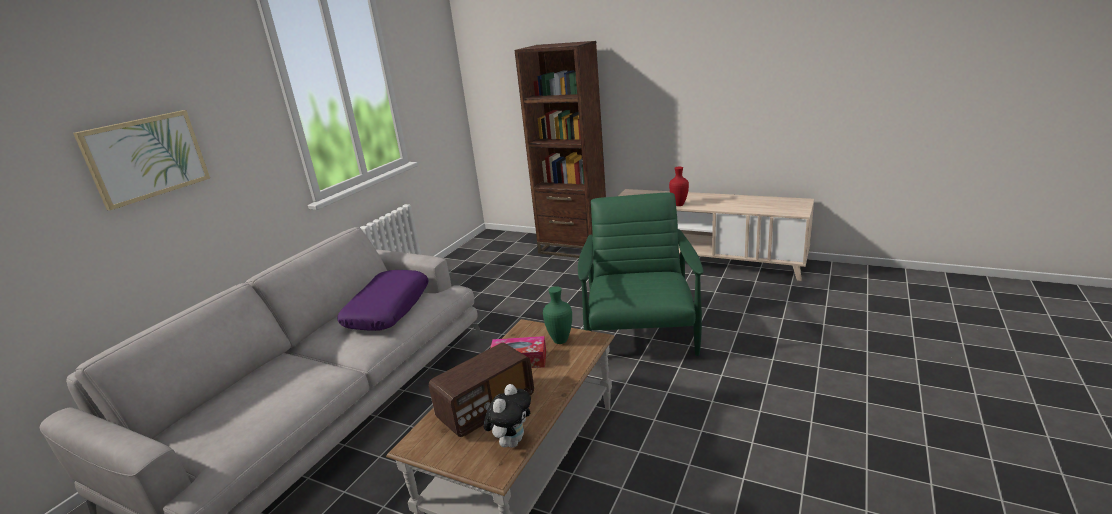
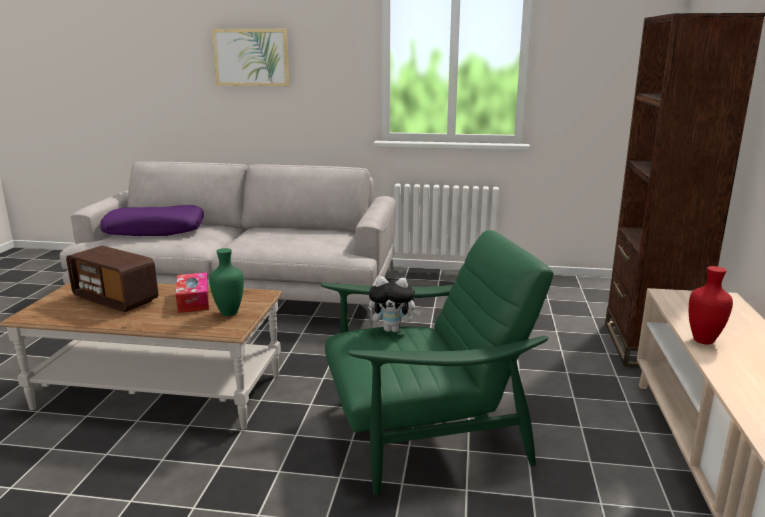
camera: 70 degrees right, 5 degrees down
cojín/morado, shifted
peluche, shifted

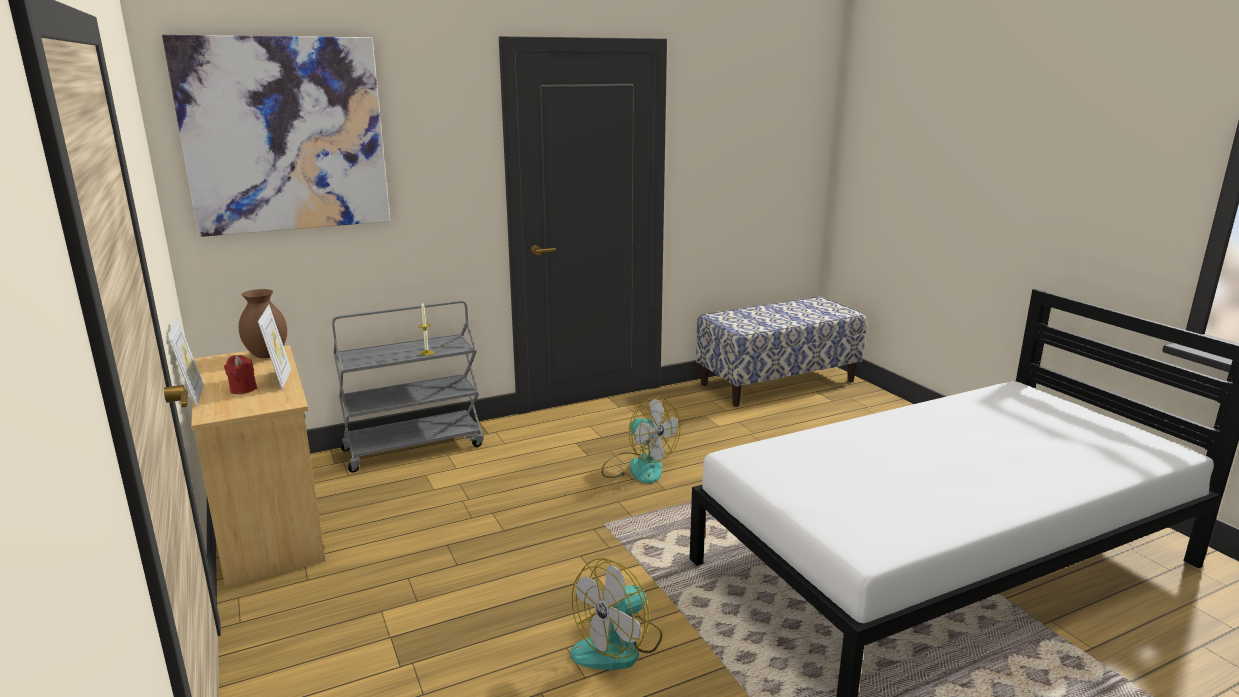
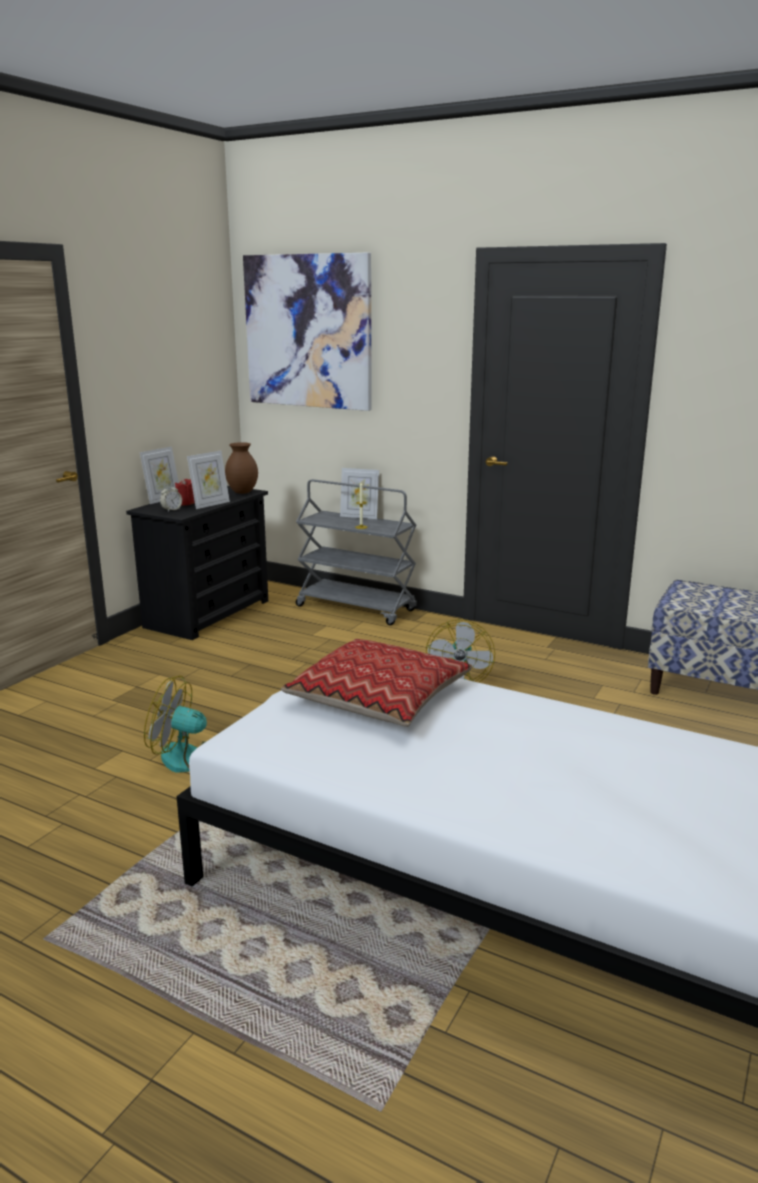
camera: 55 degrees right, 0 degrees up
cómoda/beis -> cómoda/negro
none -> despertador
none -> cojín
none -> portarretratos (no. 3 from left)

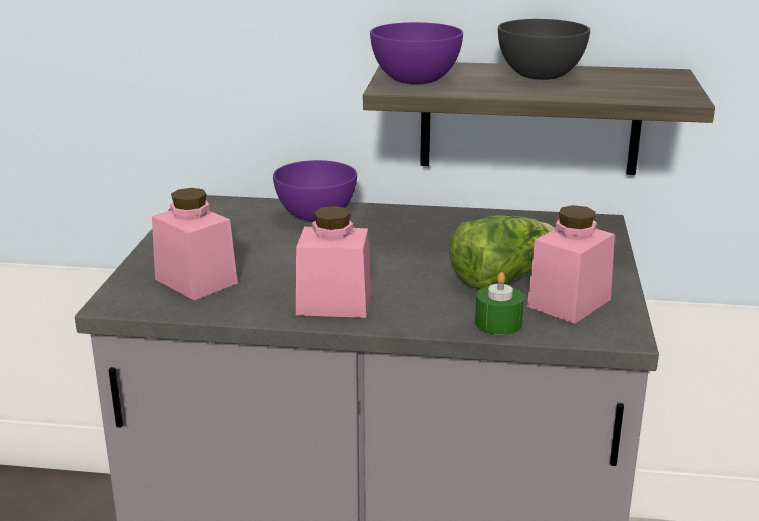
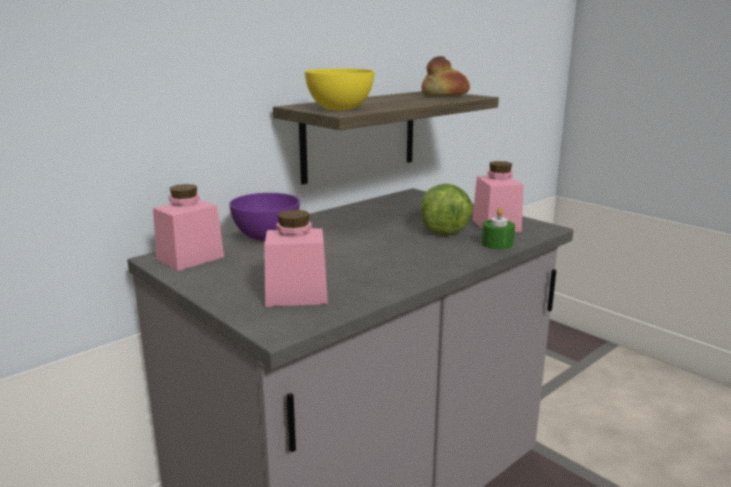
camera: 50 degrees left, 5 degrees down
tarro/rosa (no. 2 from left in the first image) -> tarro/rosa (no. 1 from left), shifted
cuenco/morado (no. 2 from left) -> cuenco/amarillo
none -> pan
cuenco/gris -> none

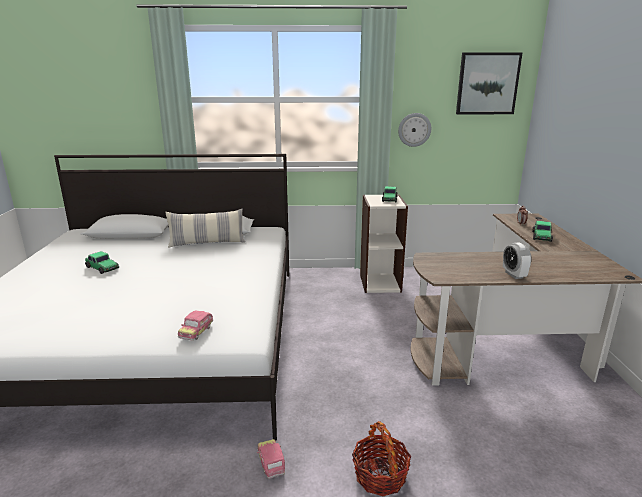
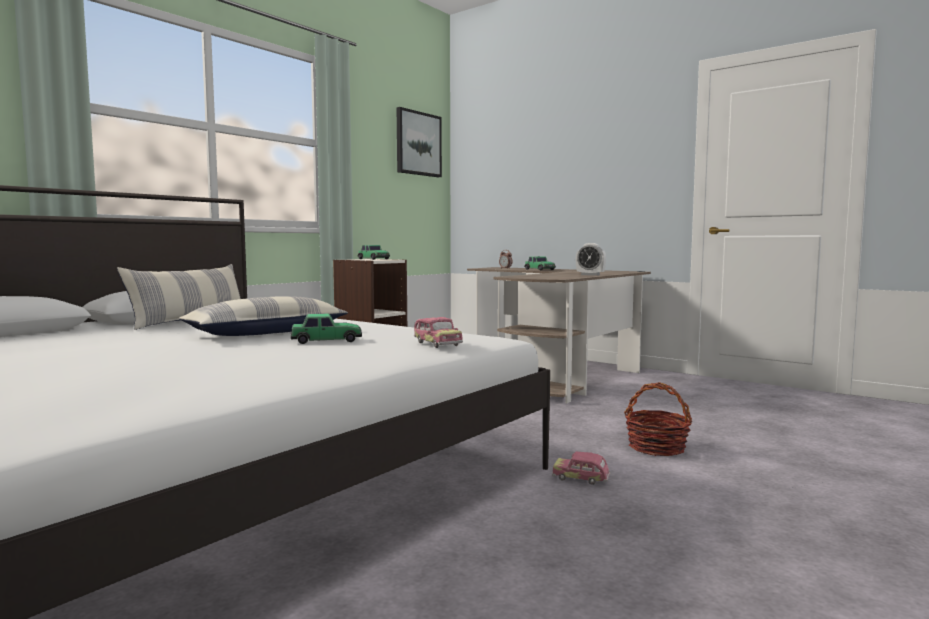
camera: 50 degrees left, 15 degrees down
none -> cojín (no. 2 from left)
coche de juguete (no. 1 from left), shifted
reloj de pared -> none

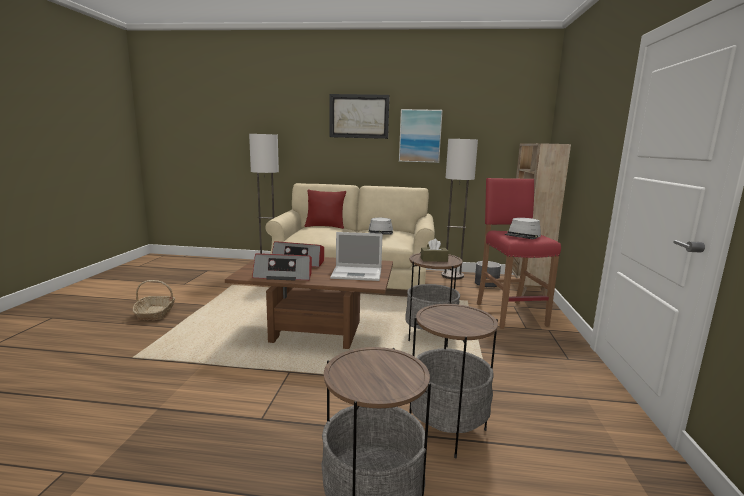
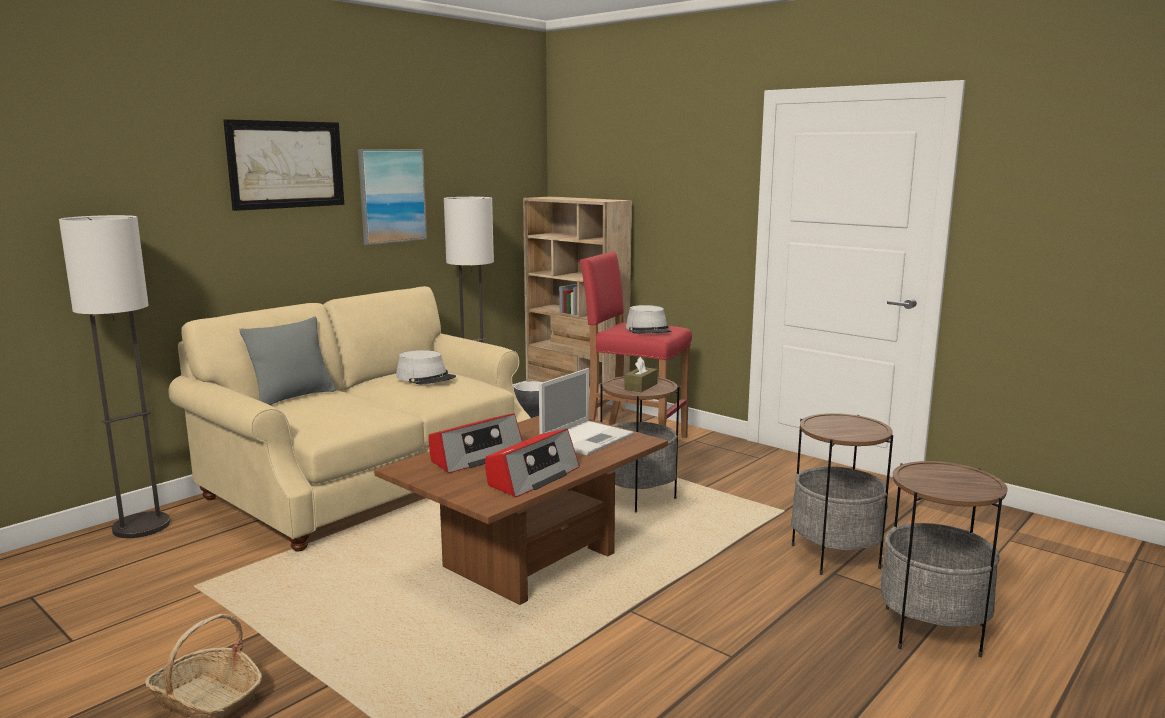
camera: 55 degrees left, 0 degrees up
cojín/rojo -> cojín/gris

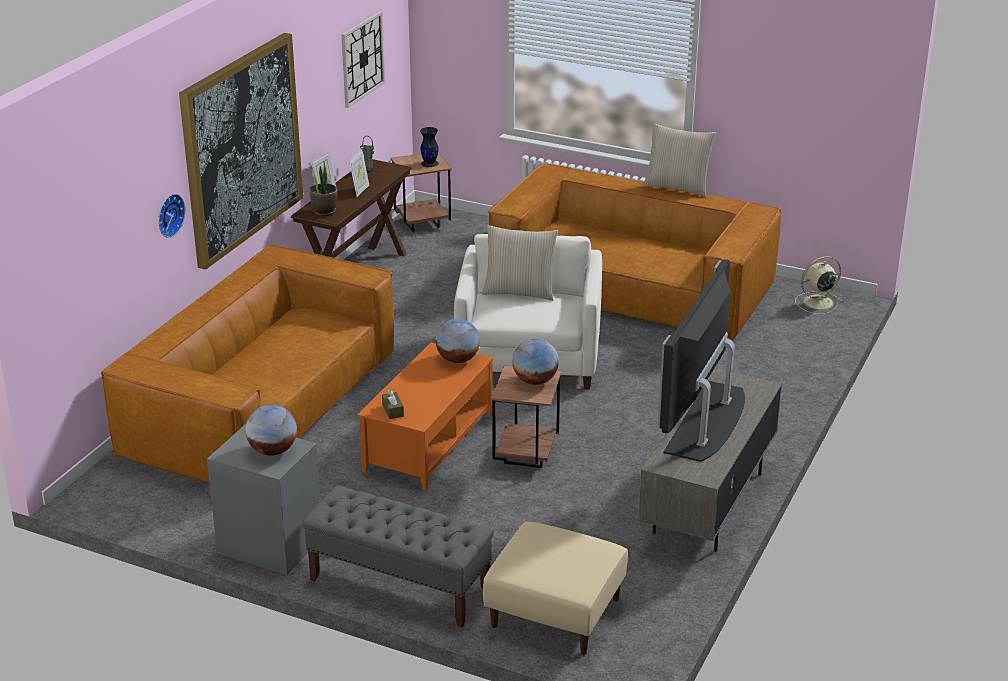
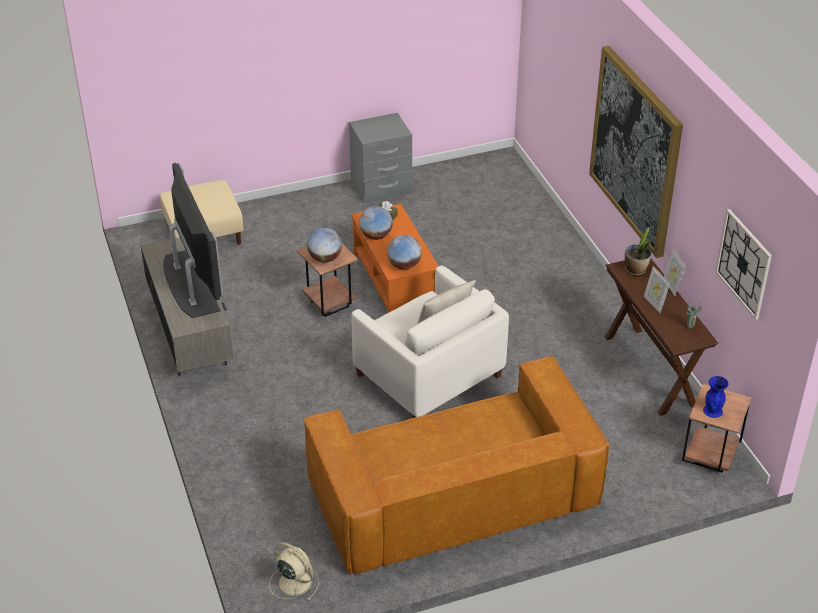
camera: 135 degrees right, 10 degrees up
ventilador/beis, 75 degrees counterclockwise
globo terráqueo (no. 1 from left in the first image) -> globo terráqueo (no. 2 from left), shifted
florero/negro -> florero/azul
sofá/marrón (no. 1 from left) -> none
reloj de pared (no. 1 from left) -> none
banco/gris -> none
cojín/beis (no. 2 from left) -> none

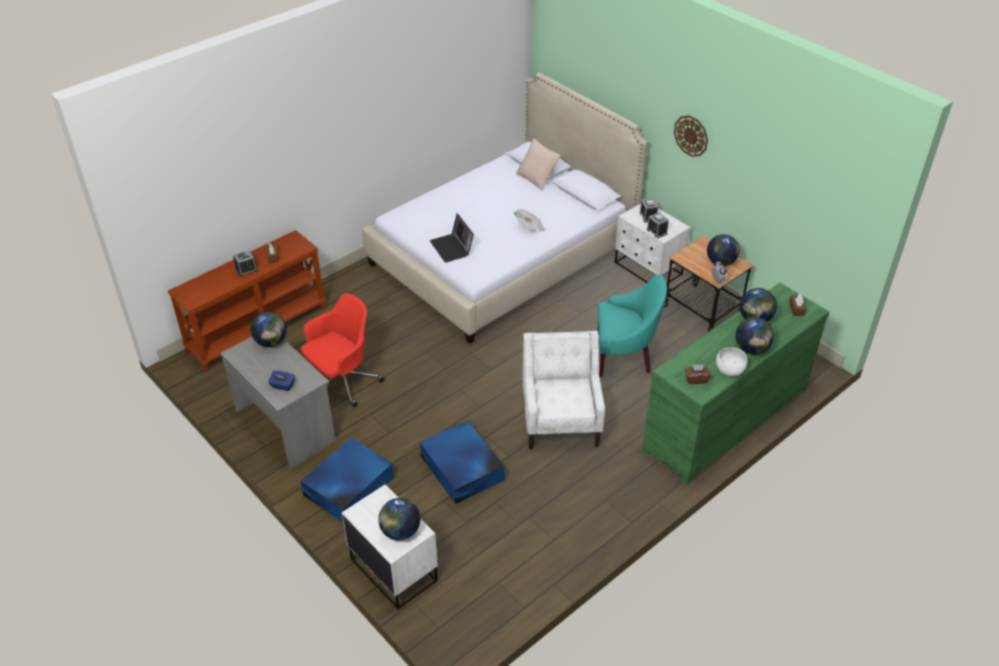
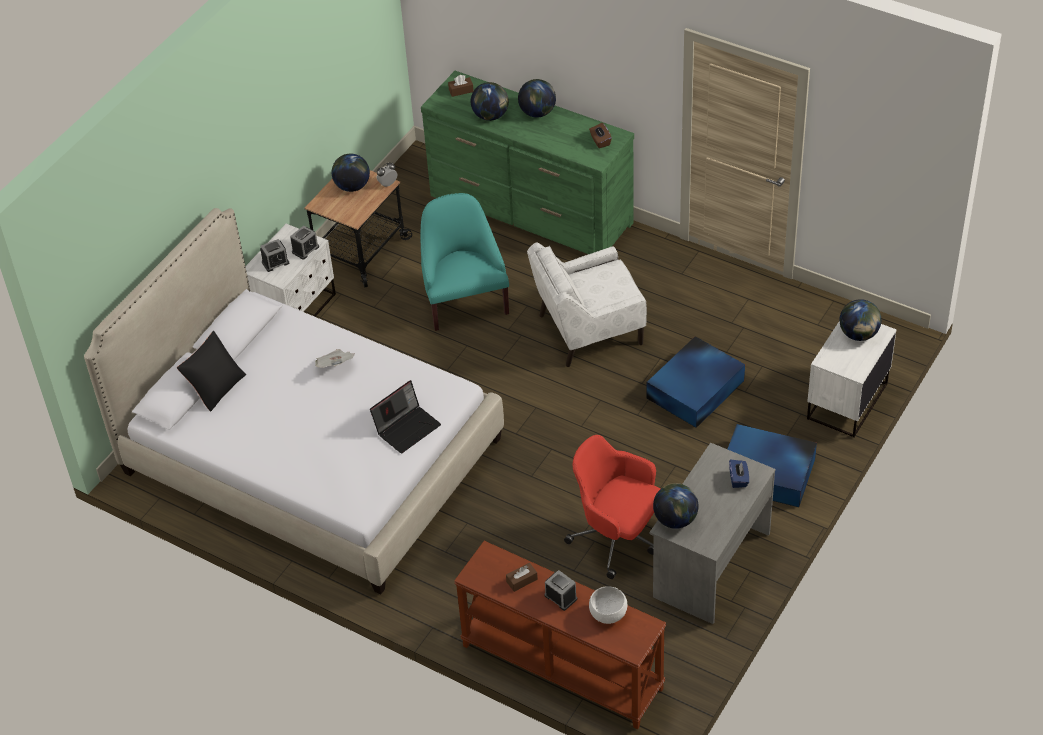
camera: 105 degrees left, 5 degrees up
cojín/beis -> cojín/negro
cuenco/blanco, shifted
reloj de pared -> none

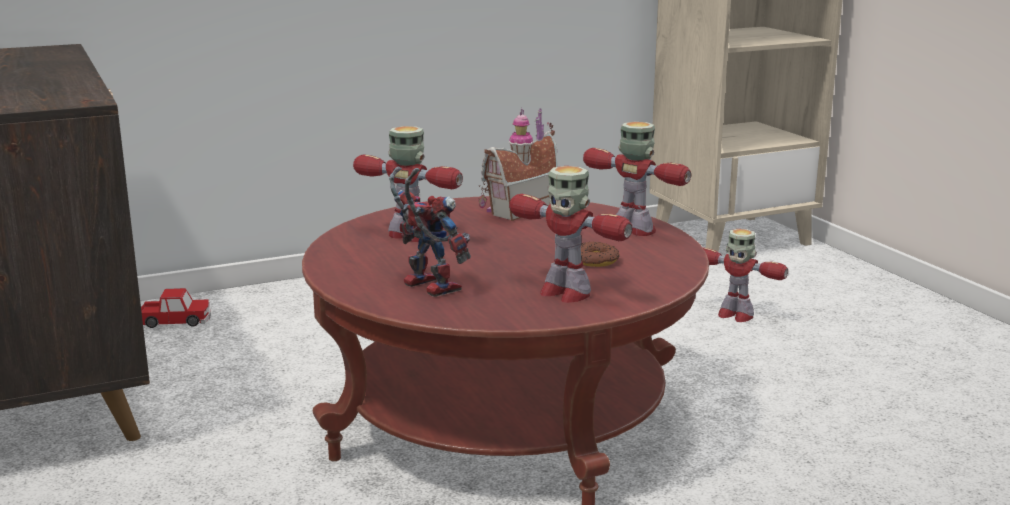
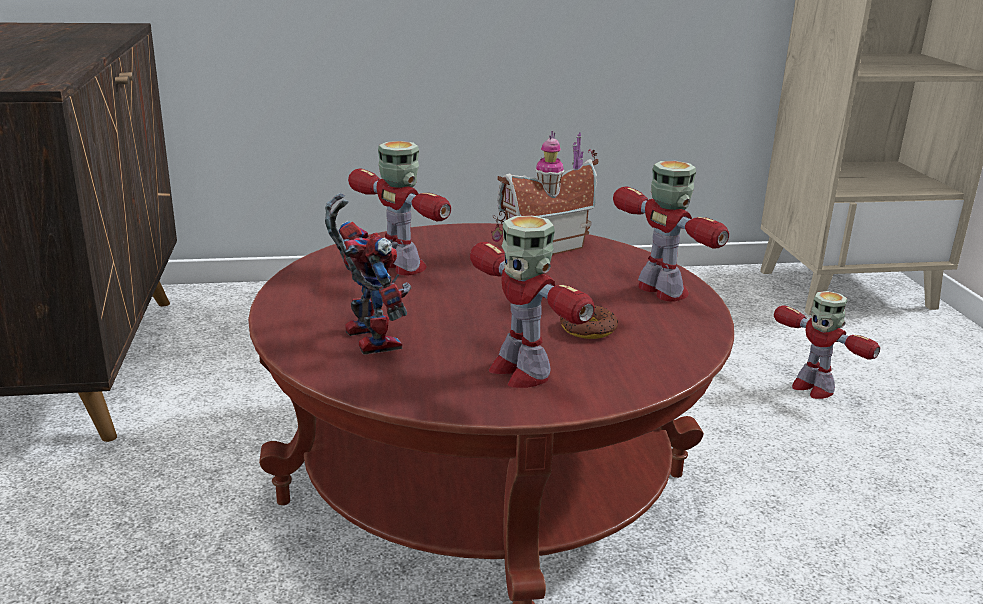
camera: 15 degrees right, 5 degrees up
coche de juguete -> none

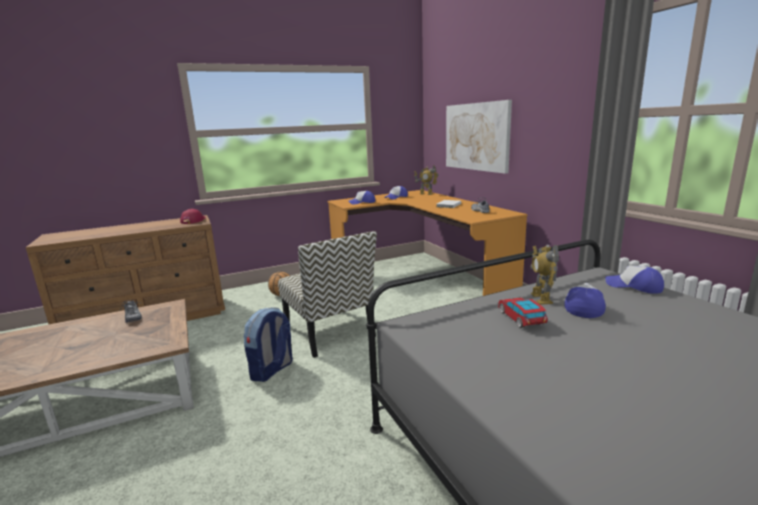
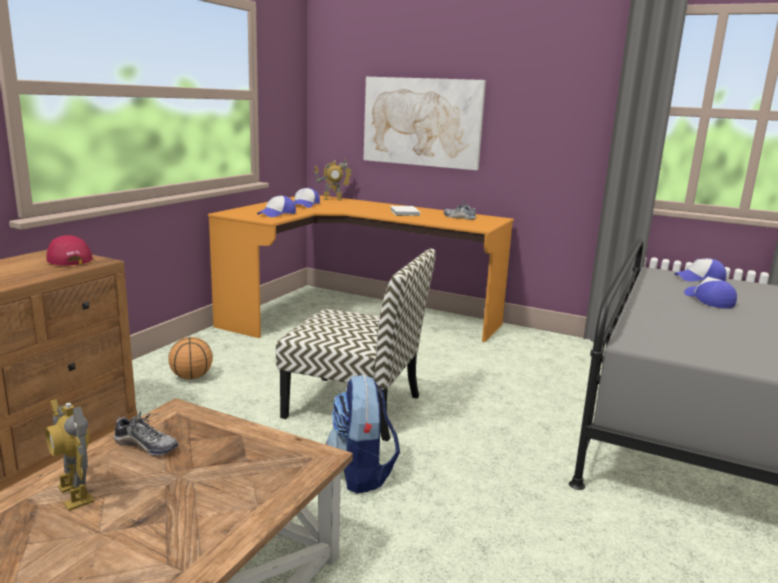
camera: 40 degrees left, 0 degrees up
robot de juguete (no. 2 from left in the first image) -> robot de juguete (no. 1 from left), shifted
coche de juguete -> none

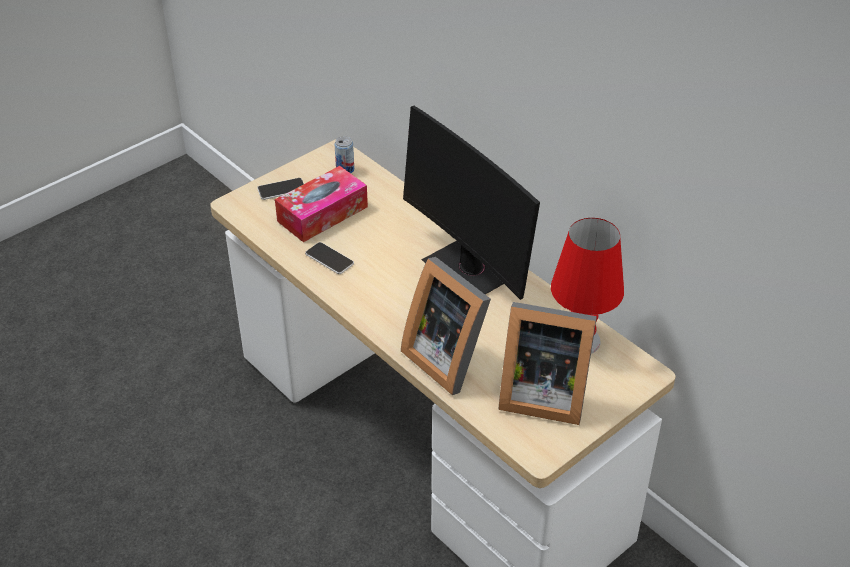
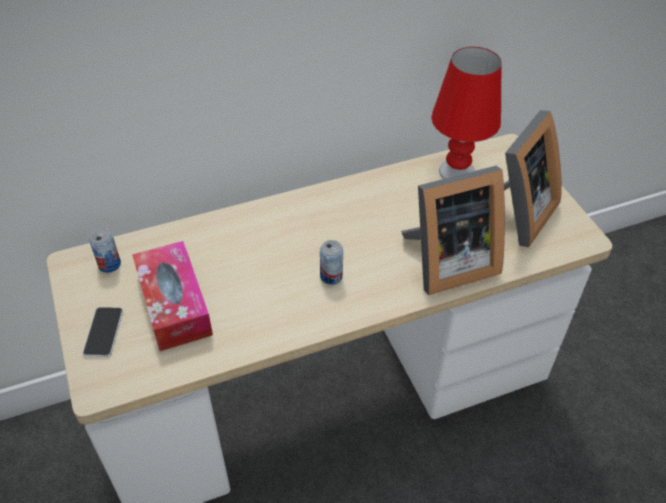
camera: 70 degrees left, 5 degrees up
none -> lata (no. 2 from left)
móvil (no. 2 from left) -> none
monitor -> none

